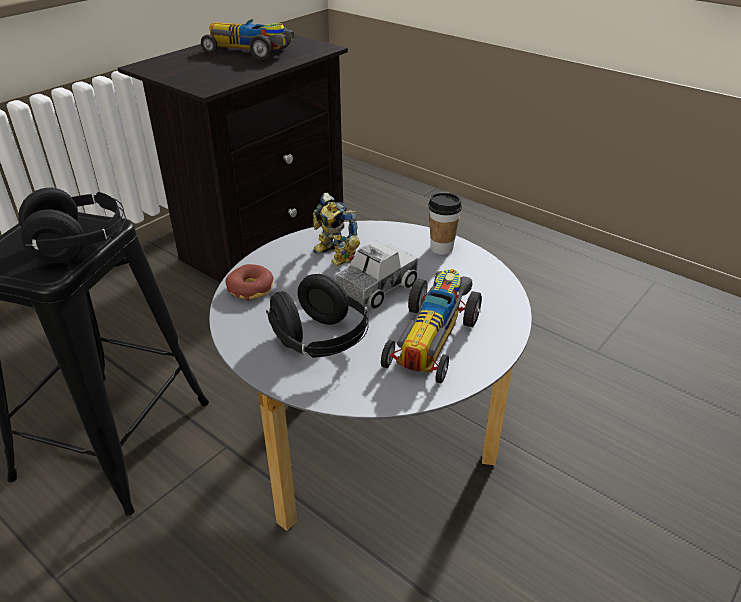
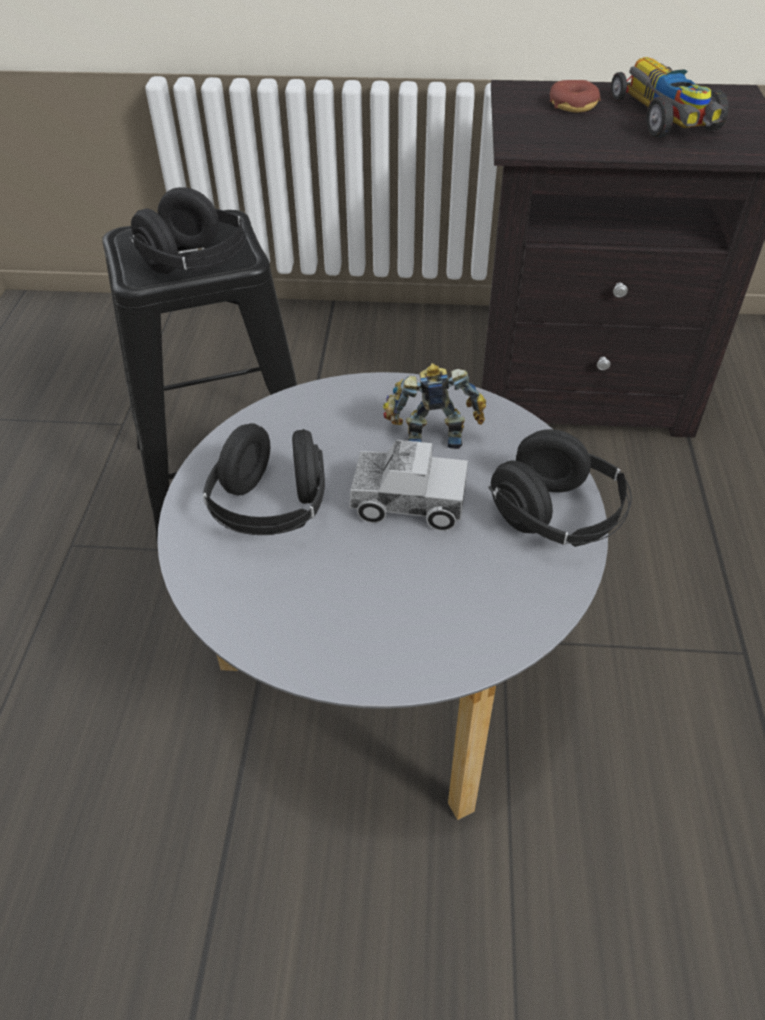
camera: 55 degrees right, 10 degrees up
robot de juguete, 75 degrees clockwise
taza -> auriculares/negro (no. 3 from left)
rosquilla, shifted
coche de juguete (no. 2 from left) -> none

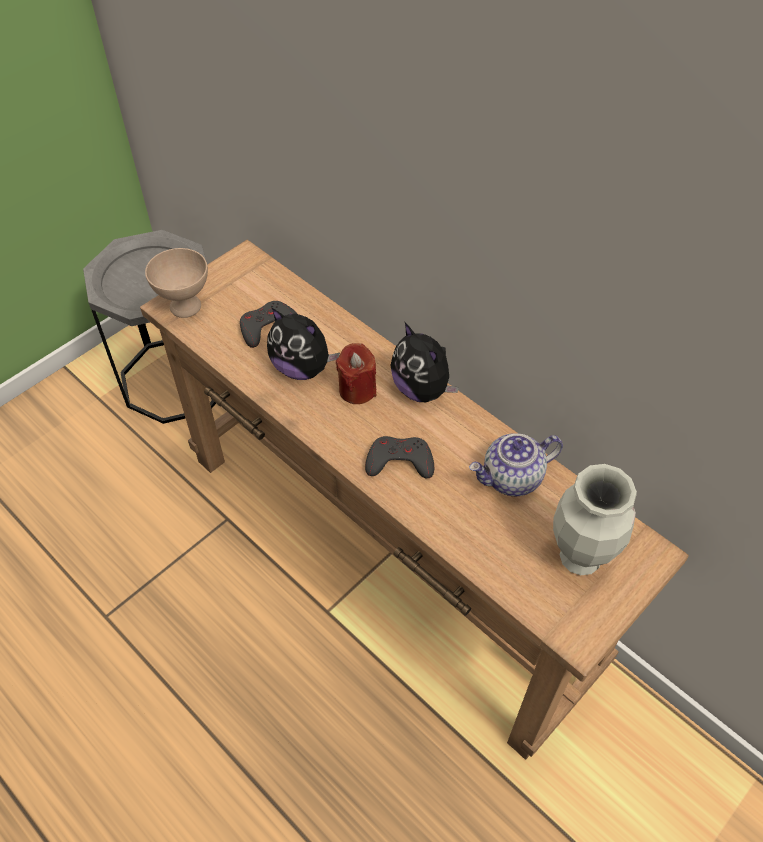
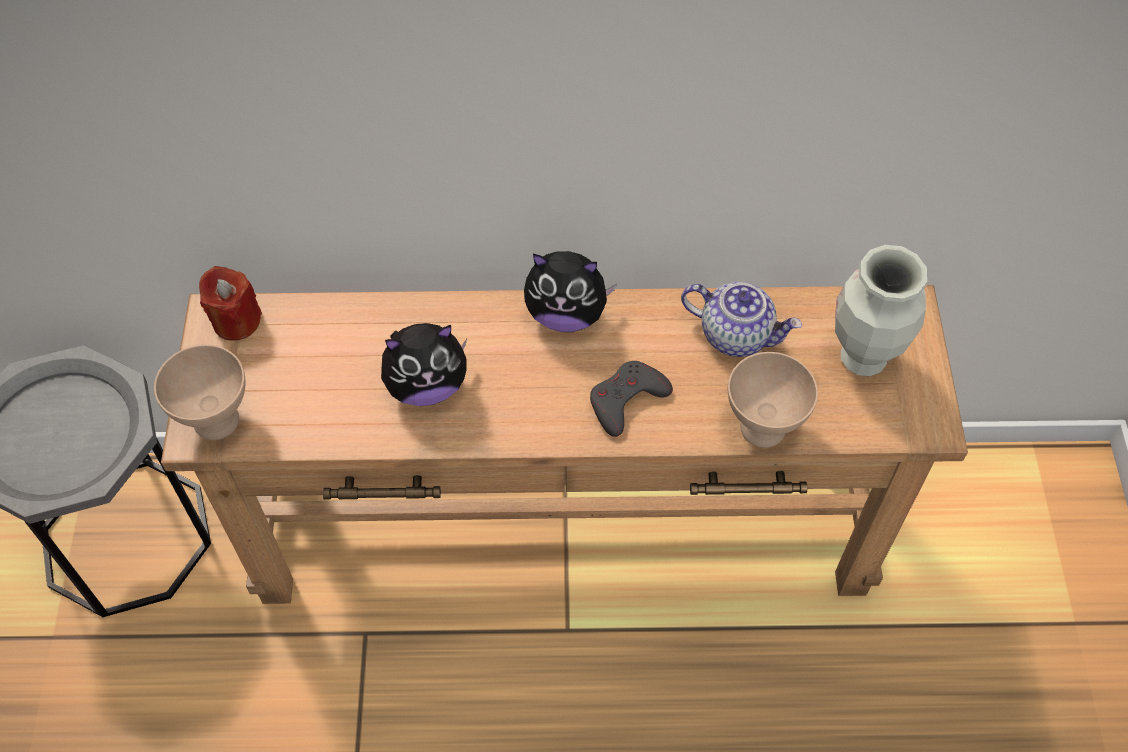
camera: 45 degrees left, 5 degrees up
vela/rojo, shifted
tetera, 90 degrees counterclockwise
none -> cuenco/beis (no. 2 from left)
mando de consola/gris (no. 1 from left) -> none

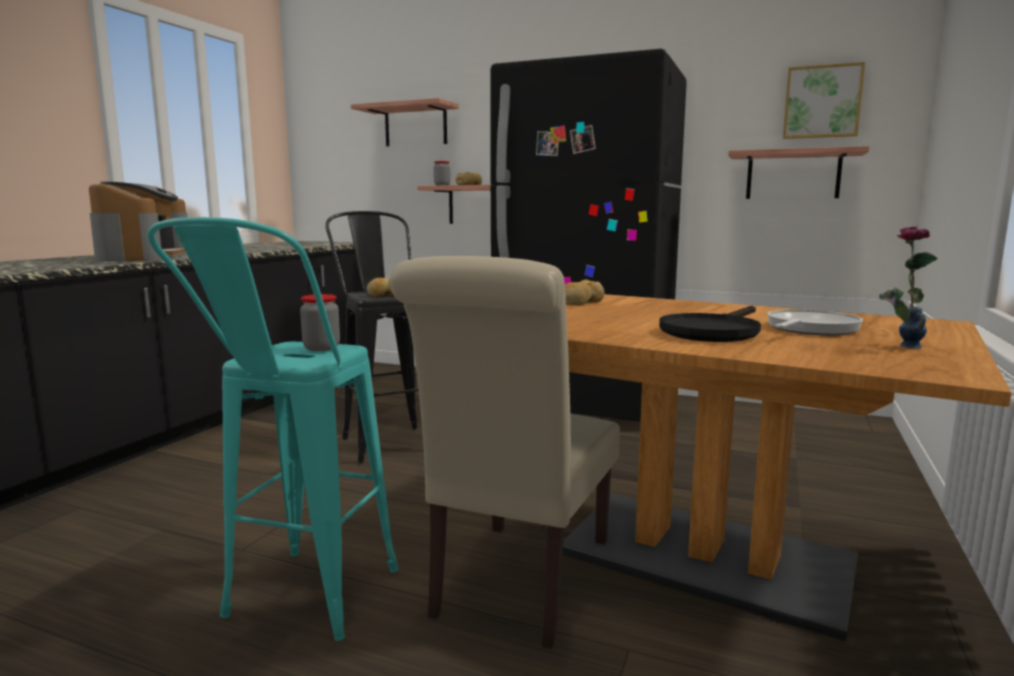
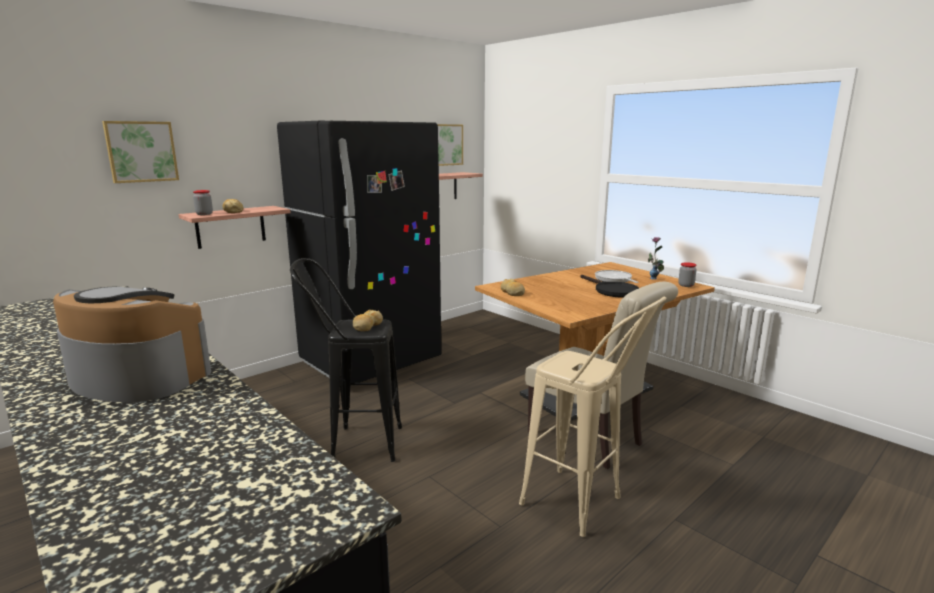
camera: 65 degrees left, 5 degrees up
estante (no. 1 from left) -> cuadro (no. 1 from left)
taburete/turquesa -> taburete/beis
tarro (no. 1 from left in the first image) -> tarro (no. 2 from left), shifted

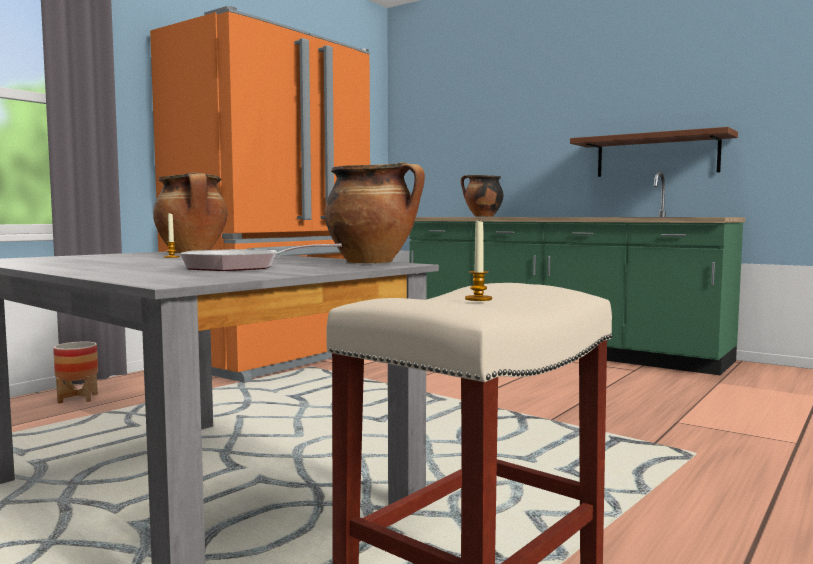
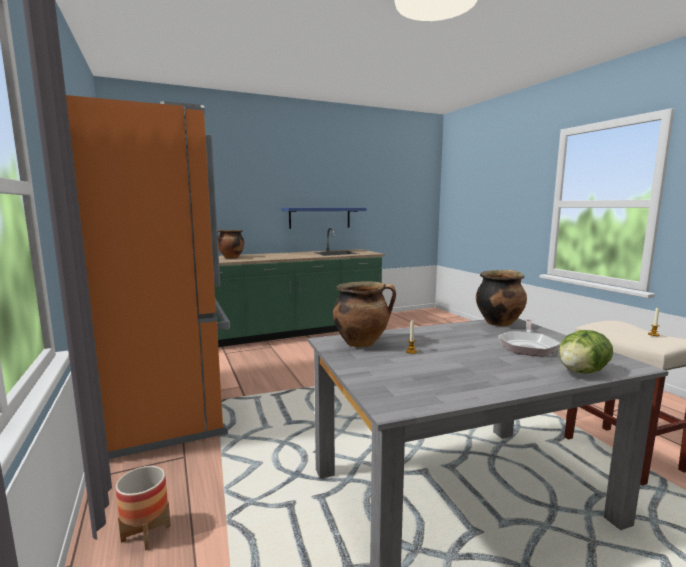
camera: 60 degrees left, 5 degrees up
estante/marrón -> estante/azul
none -> lechuga

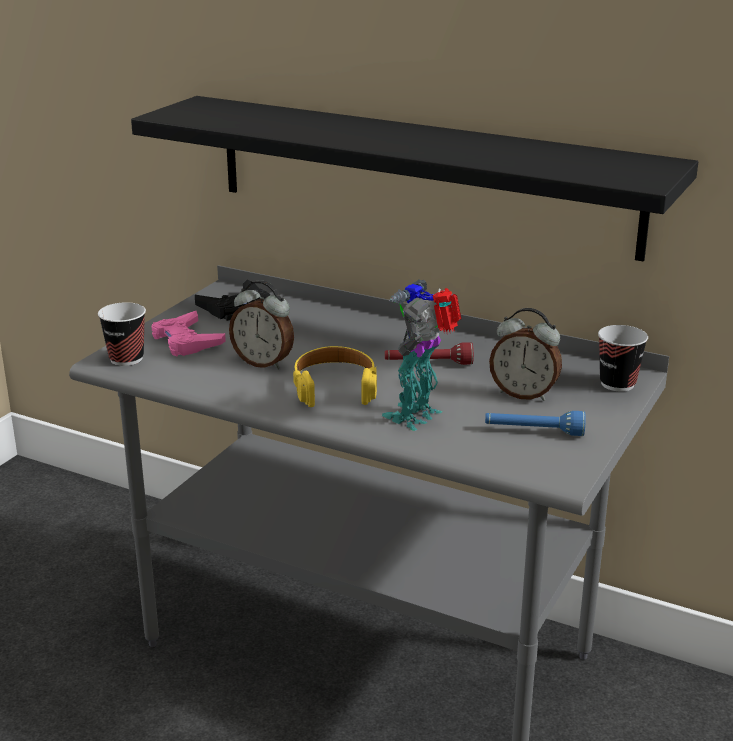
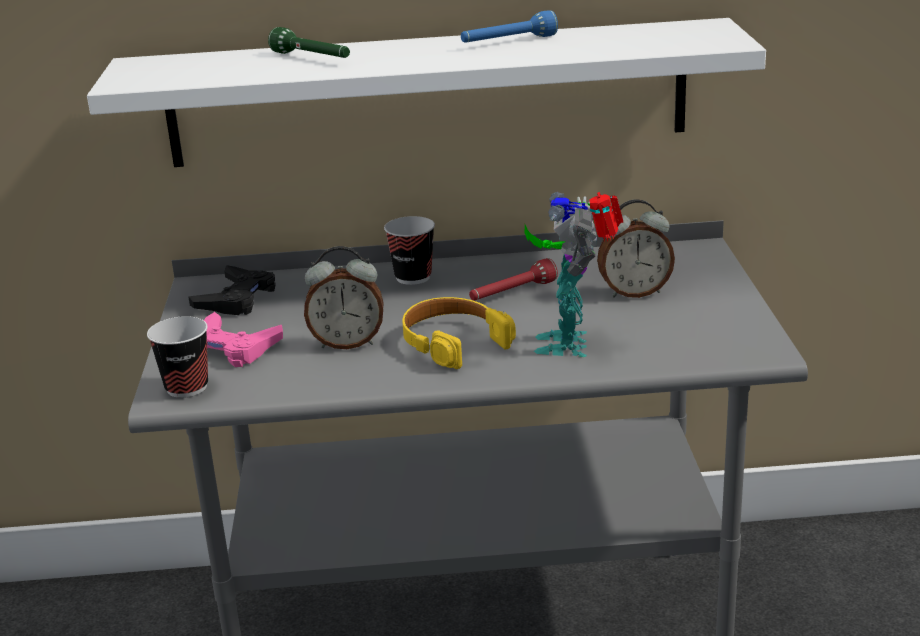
camera: 30 degrees left, 0 degrees up
estante/negro -> estante/blanco
none -> linterna/verde
taza (no. 2 from left), shifted
linterna/azul, shifted

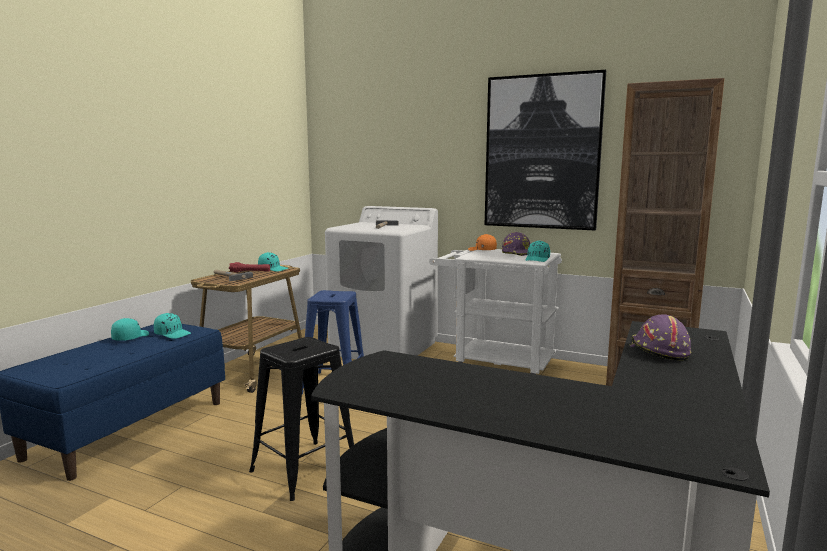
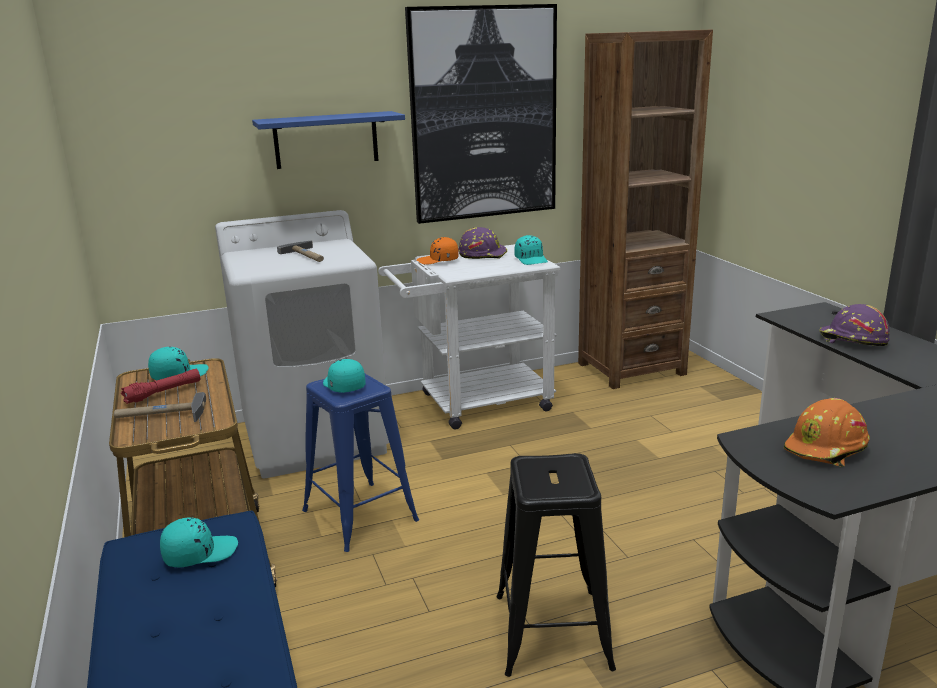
camera: 45 degrees left, 10 degrees up
none -> estante/azul
gorra/turquesa (no. 1 from left in the first image) -> gorra/turquesa (no. 3 from left), shifted
none -> casco/naranja

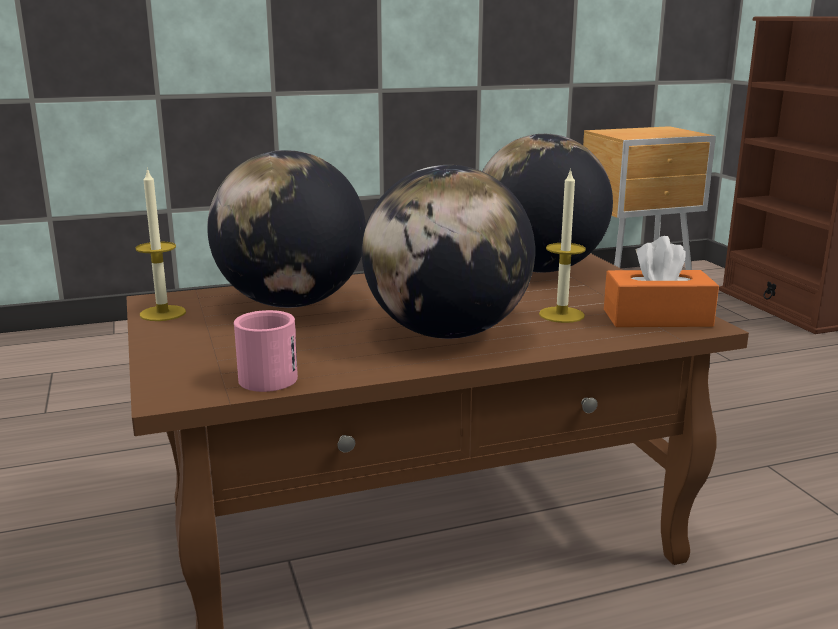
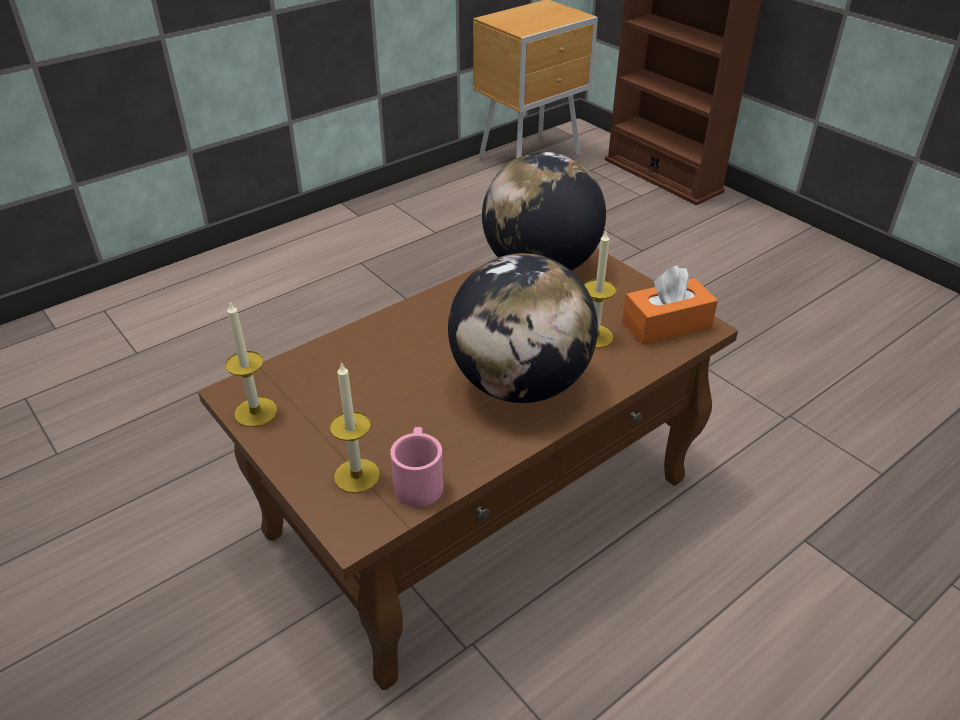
camera: 20 degrees left, 20 degrees up
none -> vela (no. 2 from left)
globo terráqueo (no. 1 from left) -> none

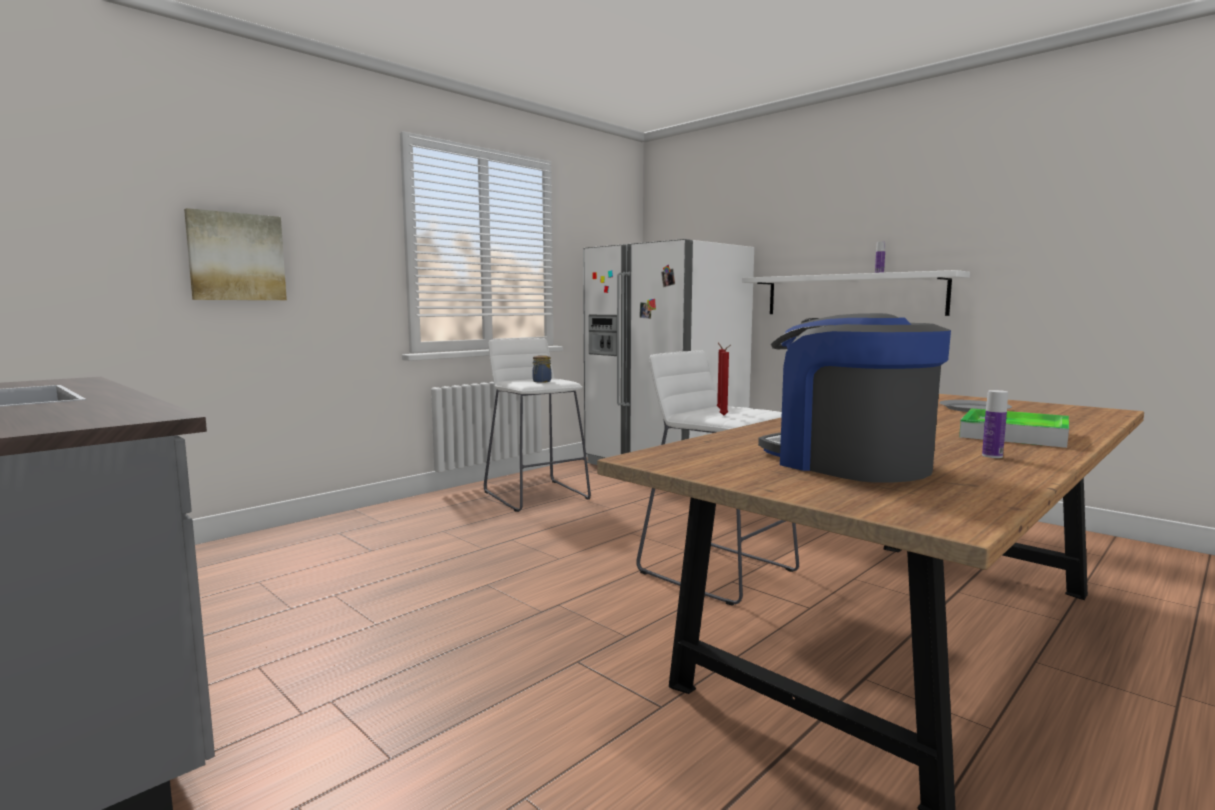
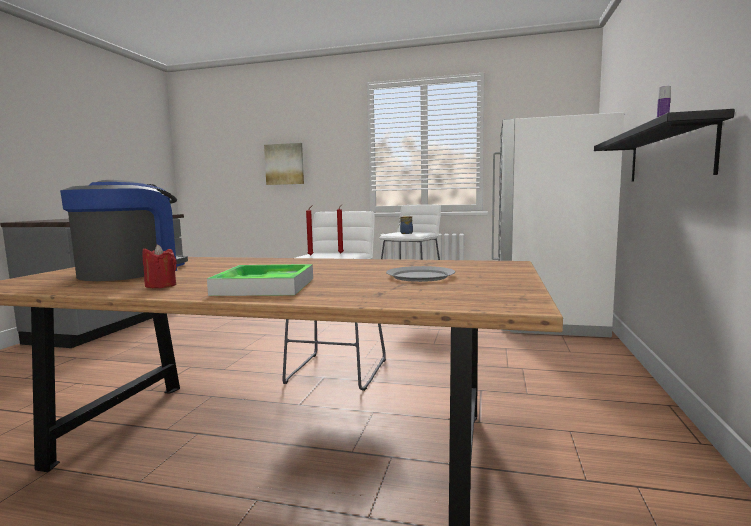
camera: 60 degrees right, 0 degrees up
botella (no. 2 from left) -> vela/rojo (no. 1 from left)
estante/blanco -> estante/negro

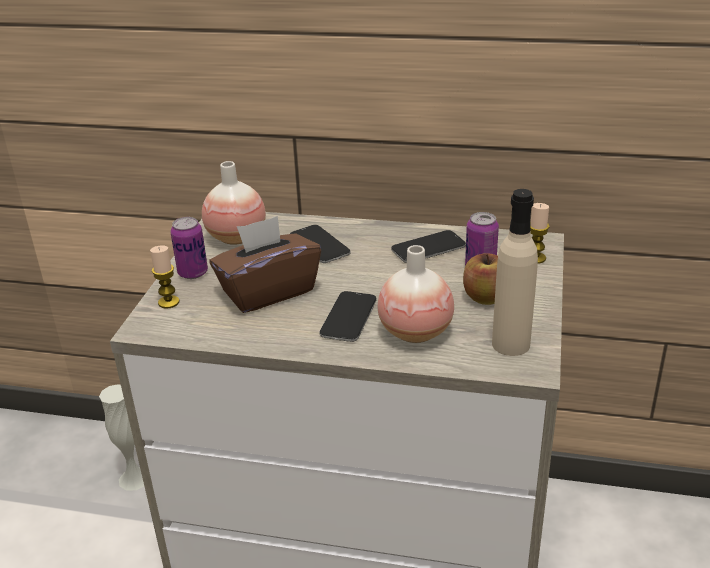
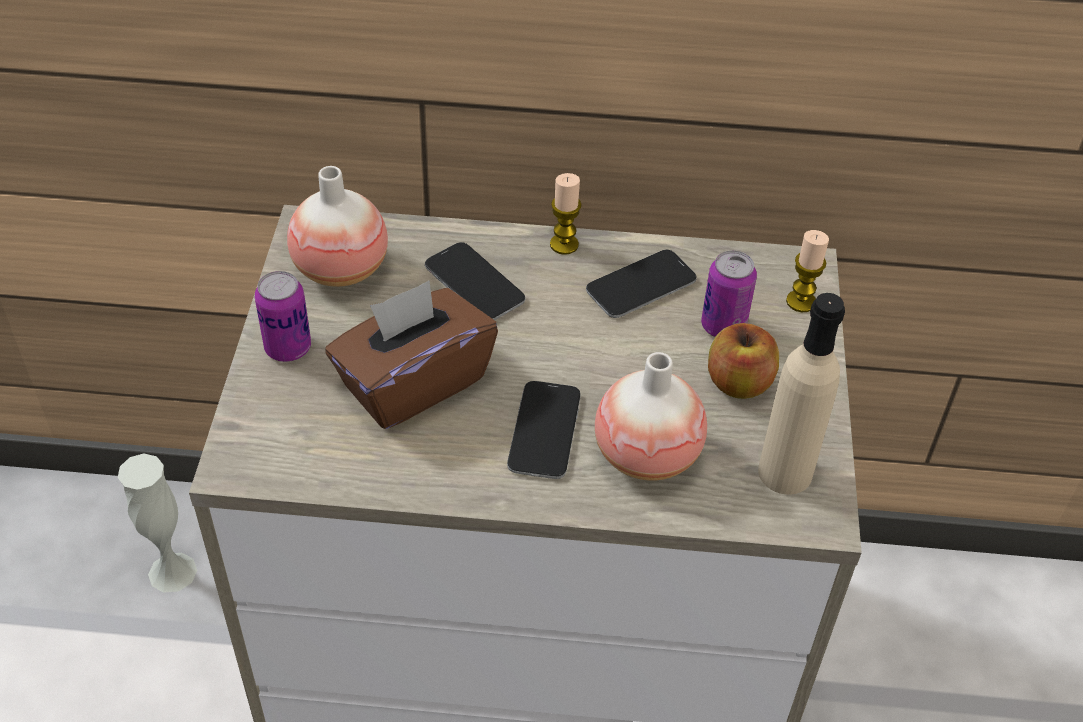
camera: 10 degrees left, 15 degrees up
vela (no. 1 from left), shifted

